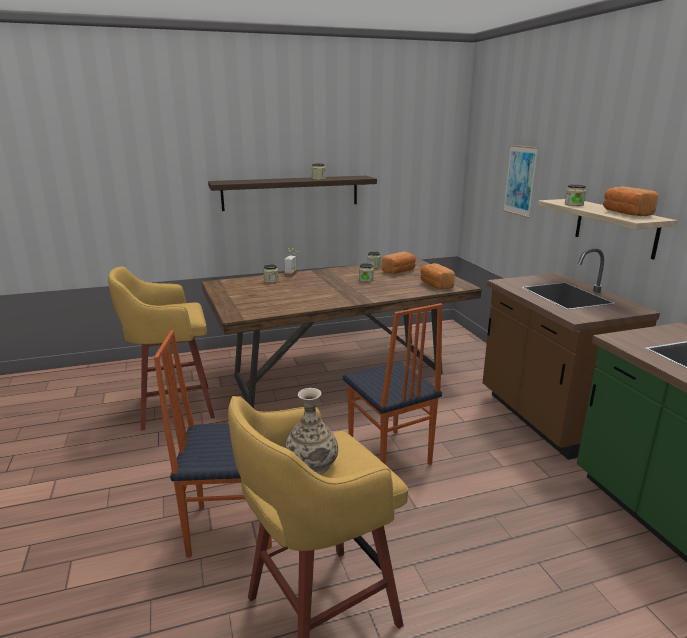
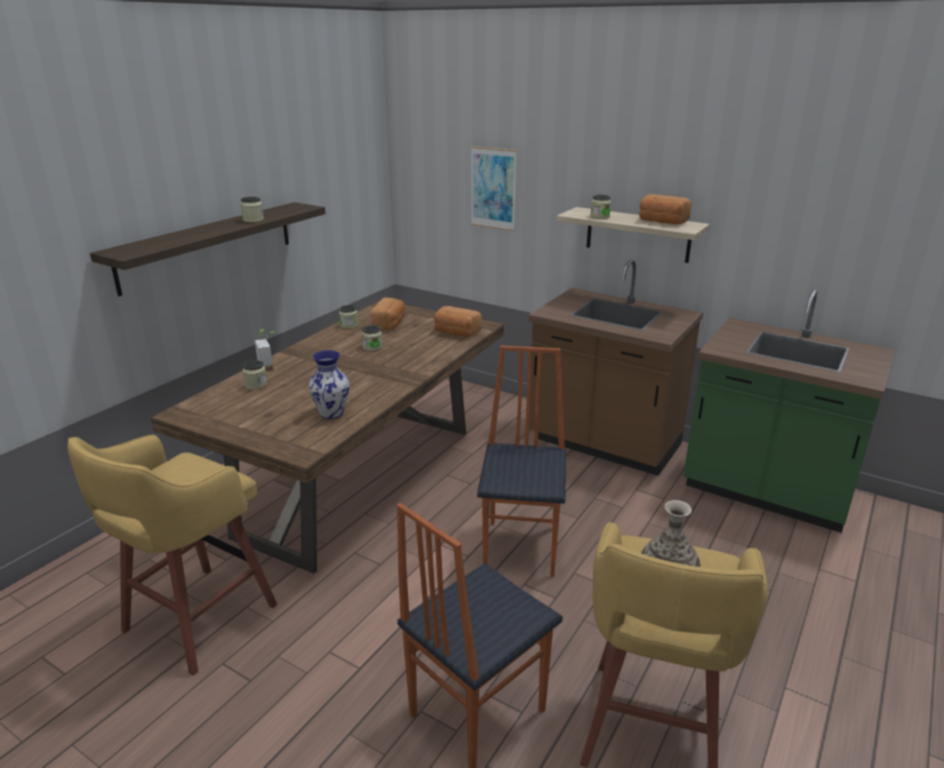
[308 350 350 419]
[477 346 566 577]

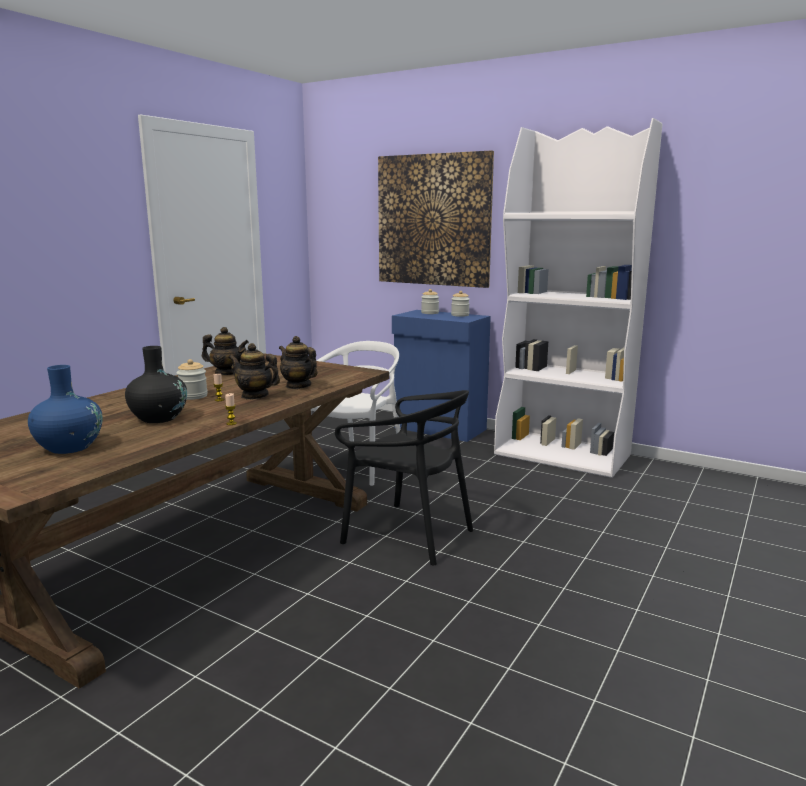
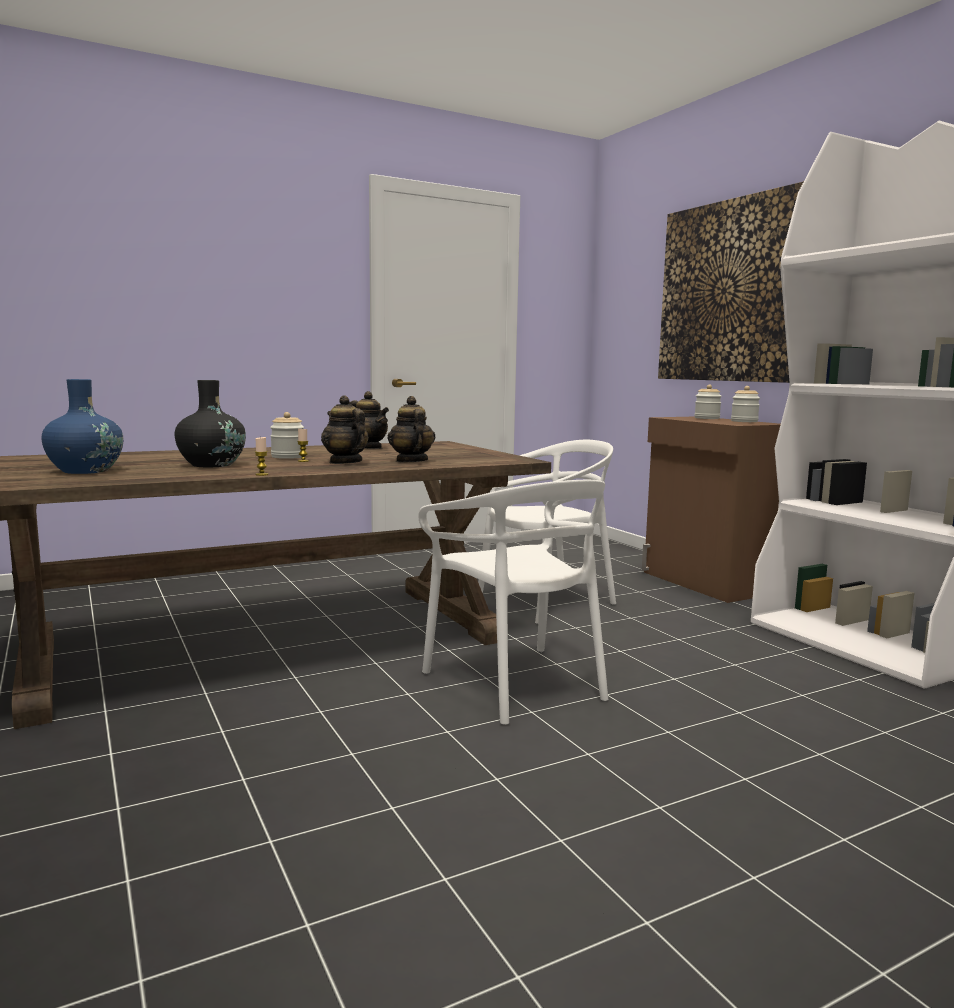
[418 480 608 725]
[642 417 781 603]

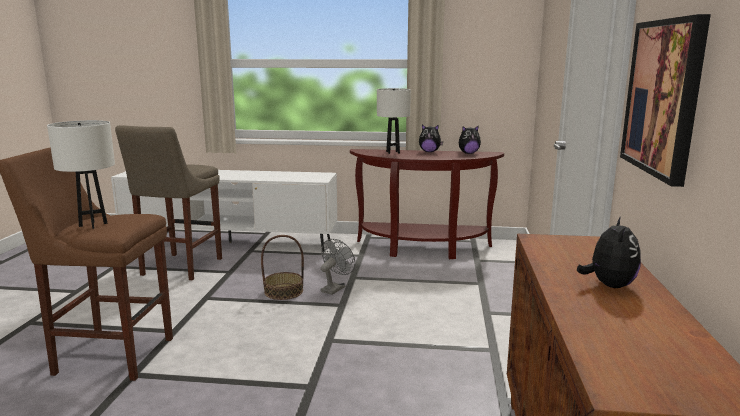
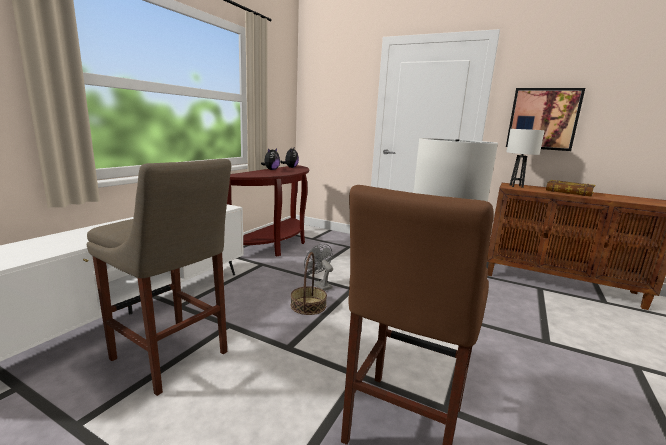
[507 129 545 188]
[546 180 595 196]

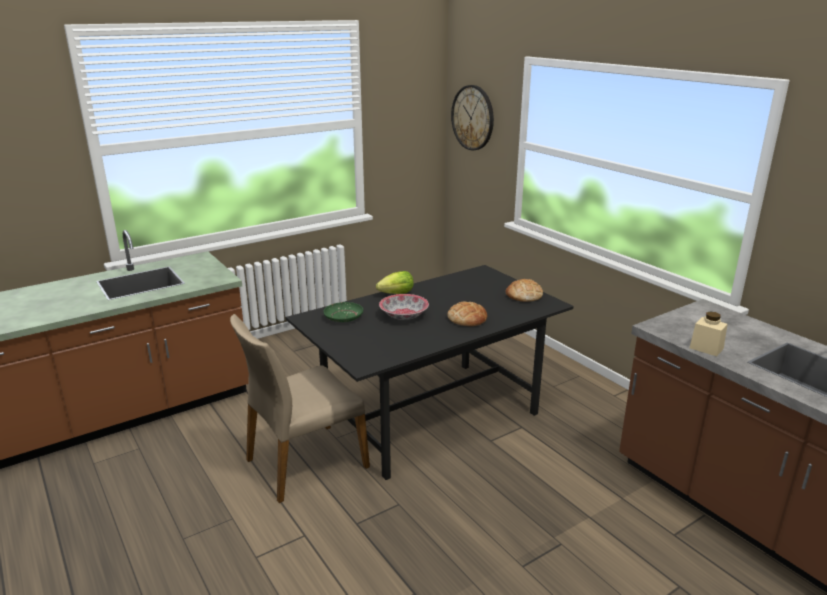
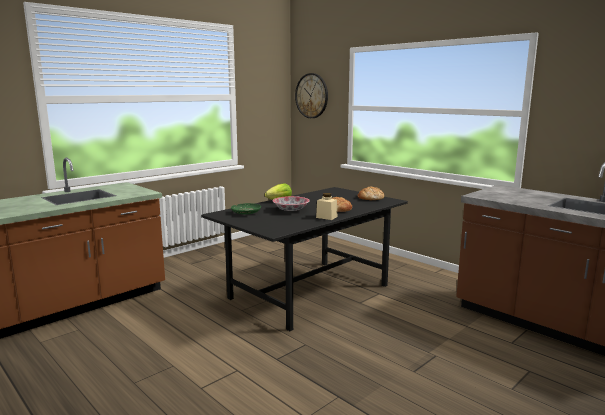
[230 314 370 503] (first image)
[316 193 337 220]

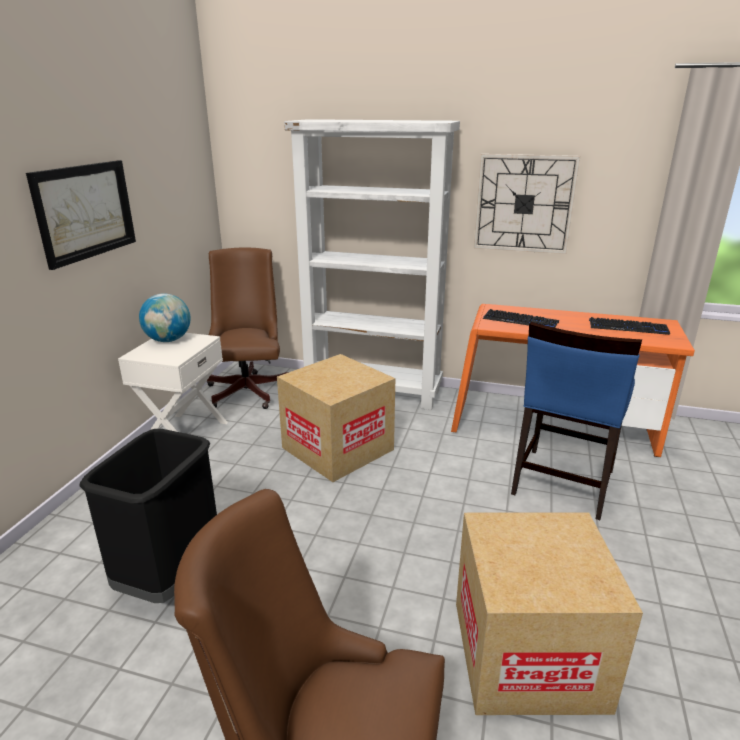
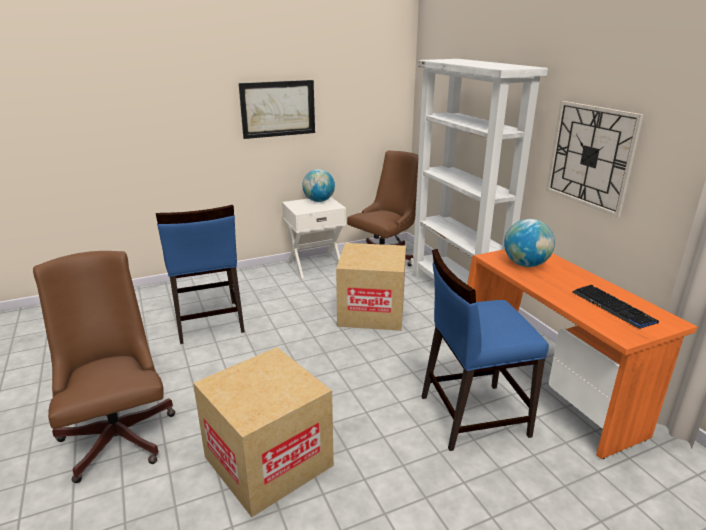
[156 205 245 344]
[504 219 555 267]

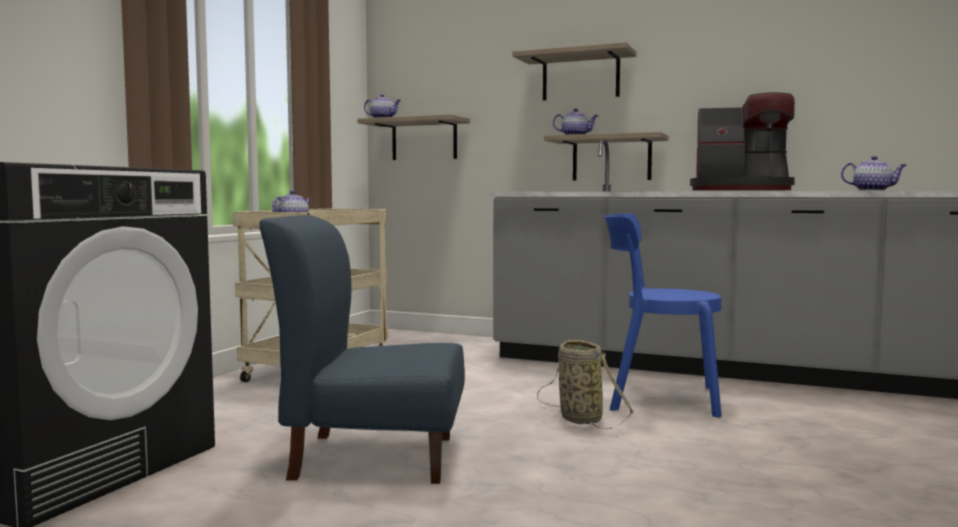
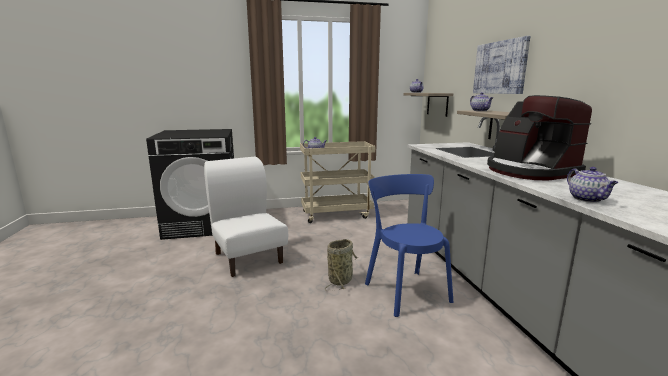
[473 36 530 94]
[204 156 288 277]

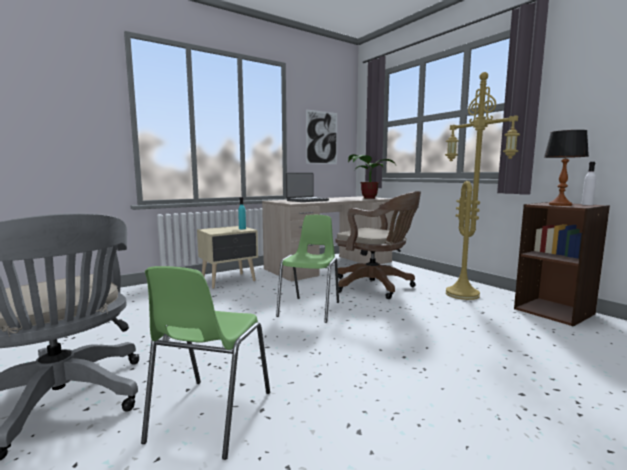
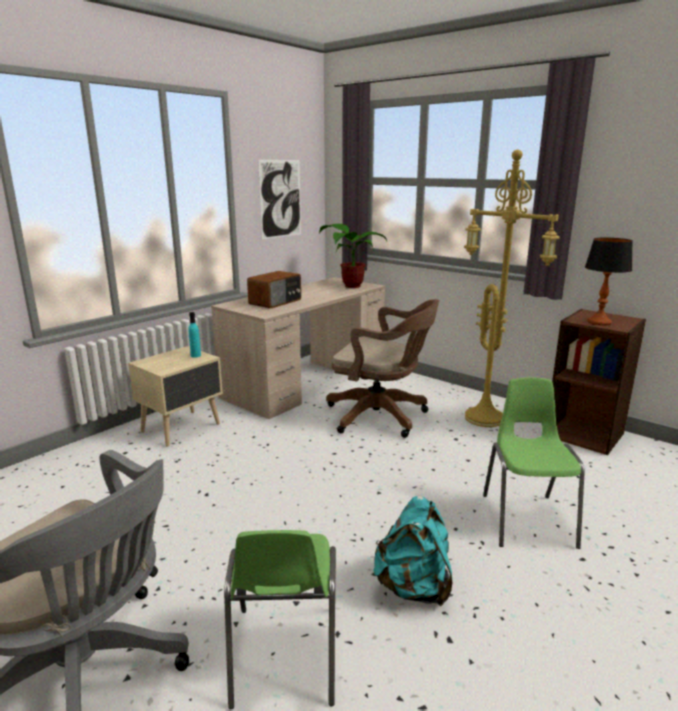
[581 162 596 205] (first image)
[374 496 452 606]
[483 377 585 549]
[247 271 301 308]

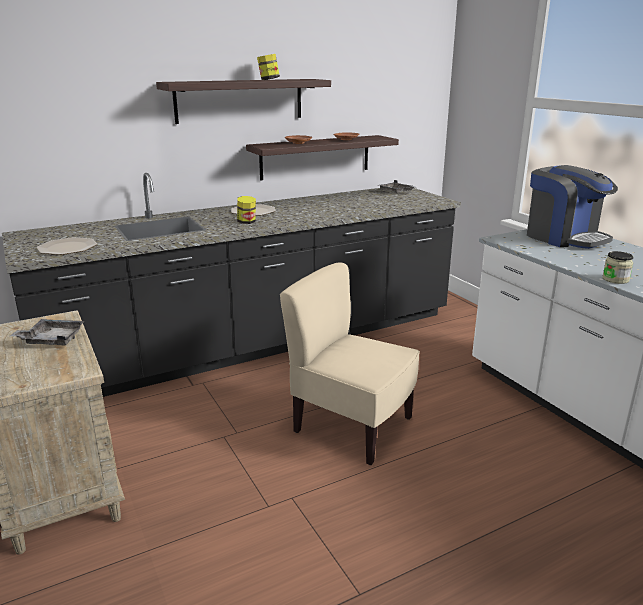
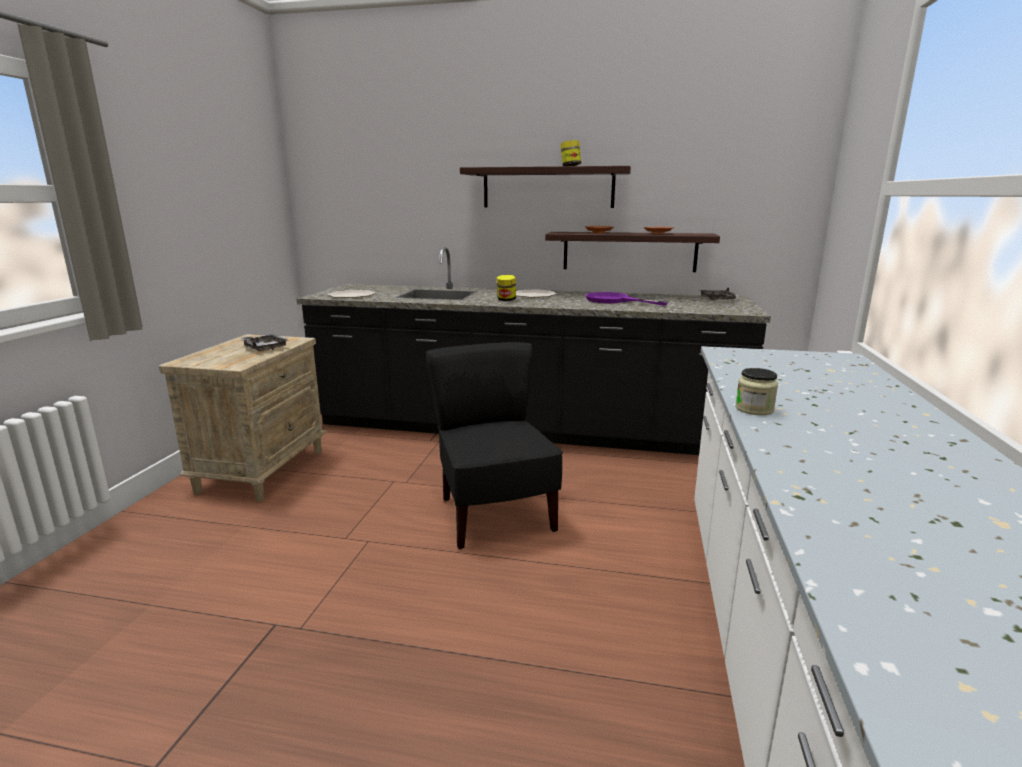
[527 165 618 249] (first image)
[586 292 668 306]
[426 342 563 549]

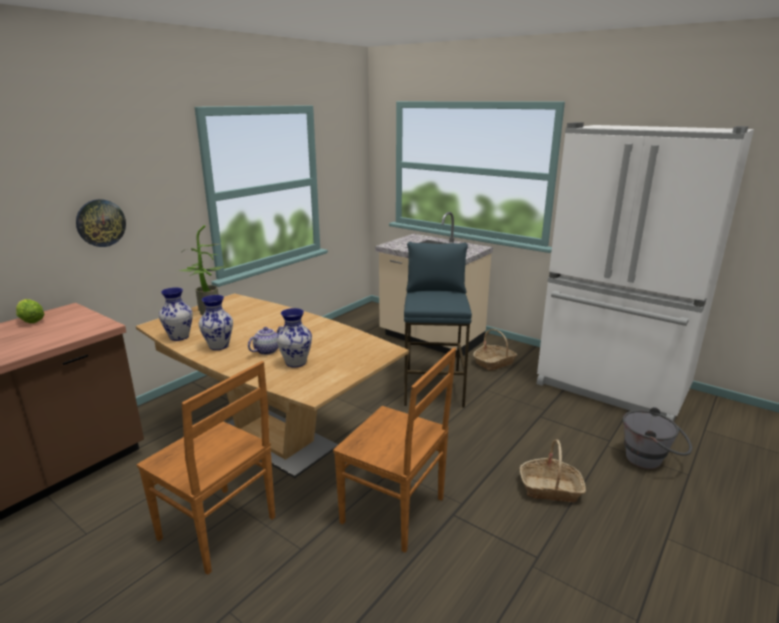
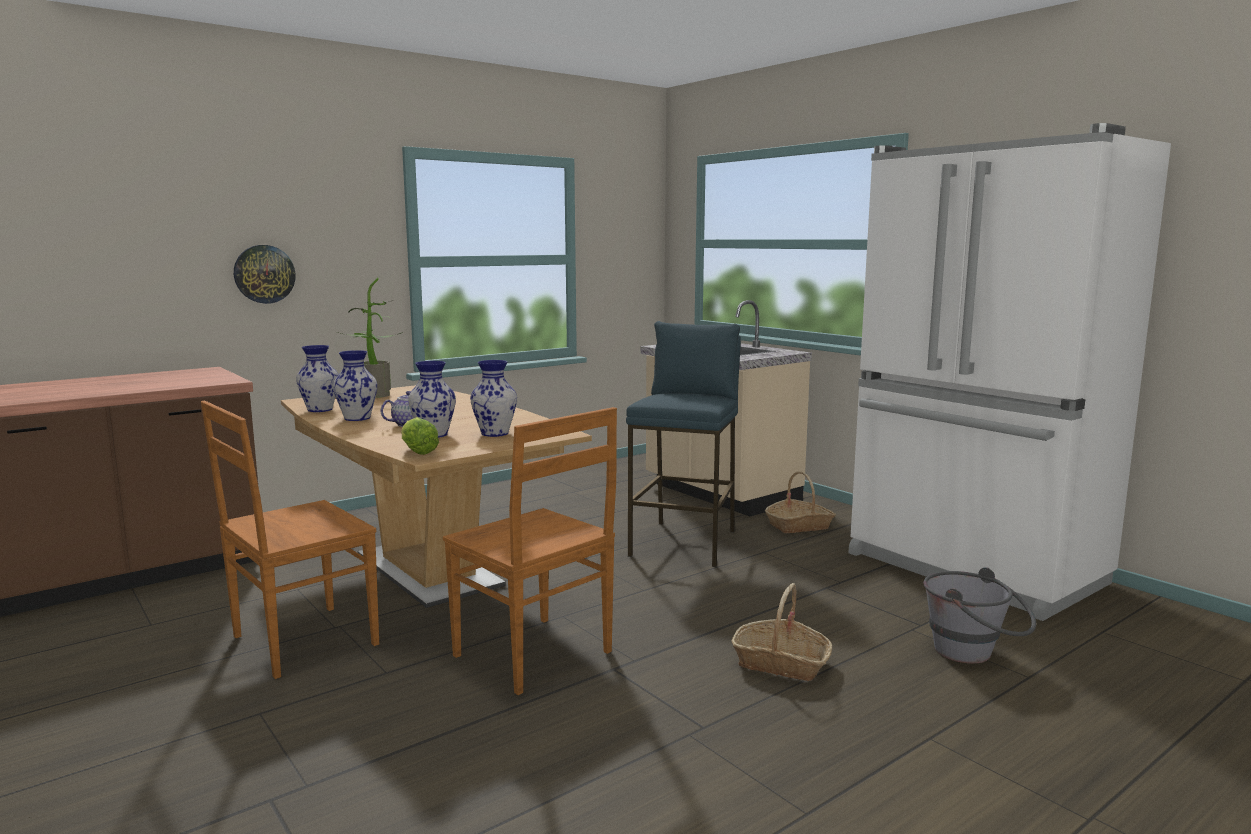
[470 360 517 437]
[401 417 439 455]
[201 400 379 679]

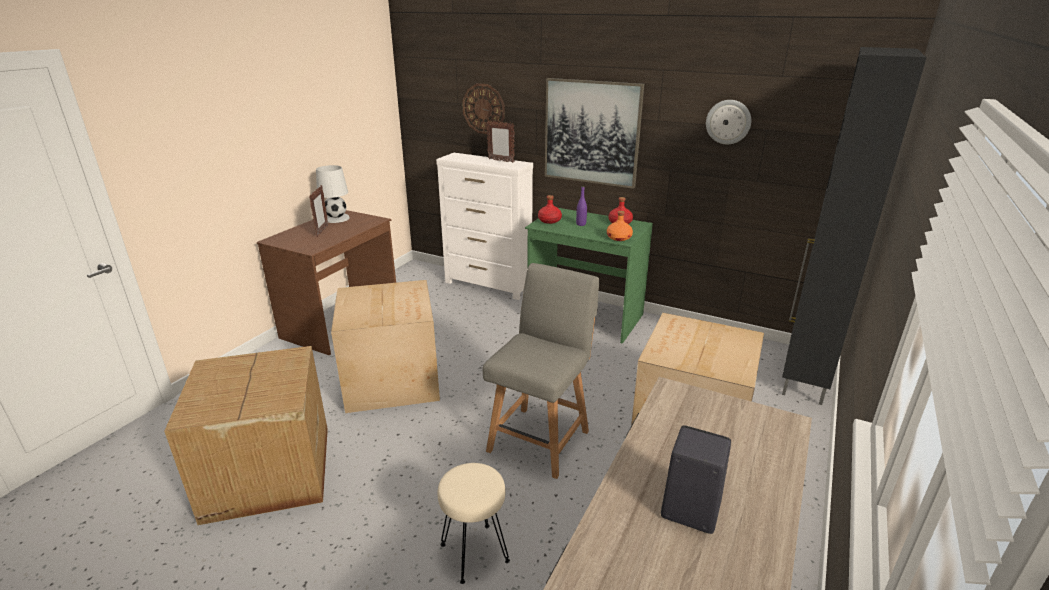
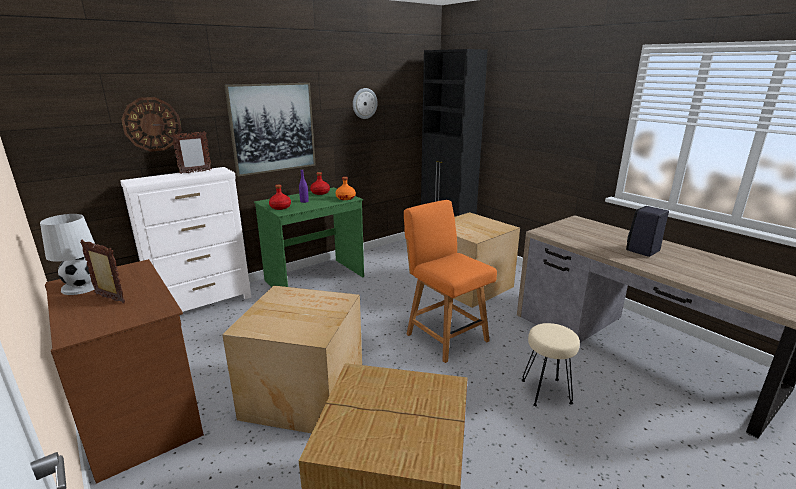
[404 200 497 363]

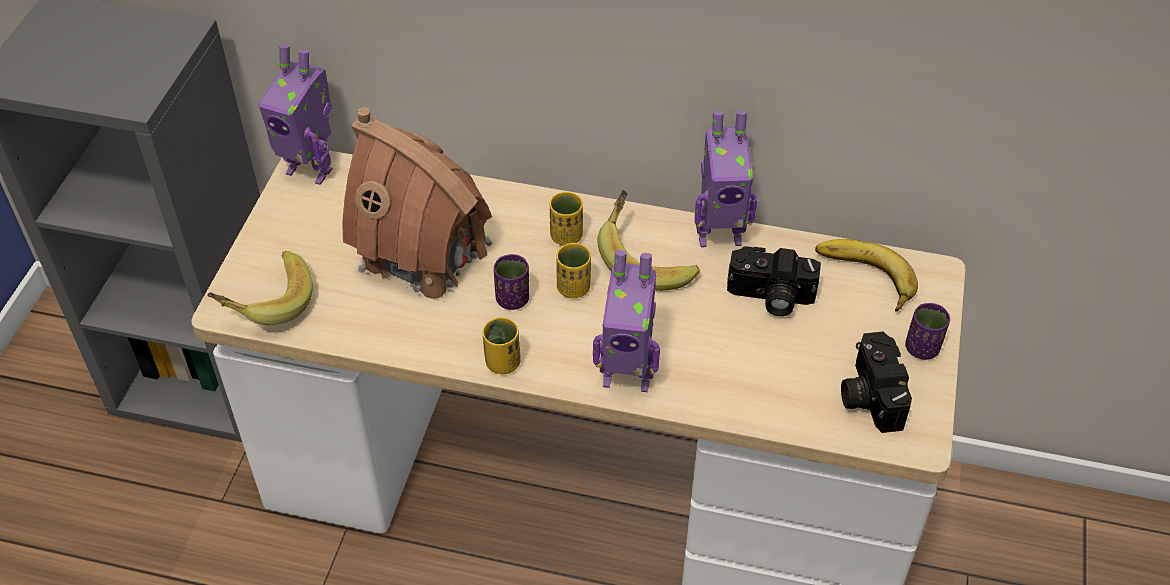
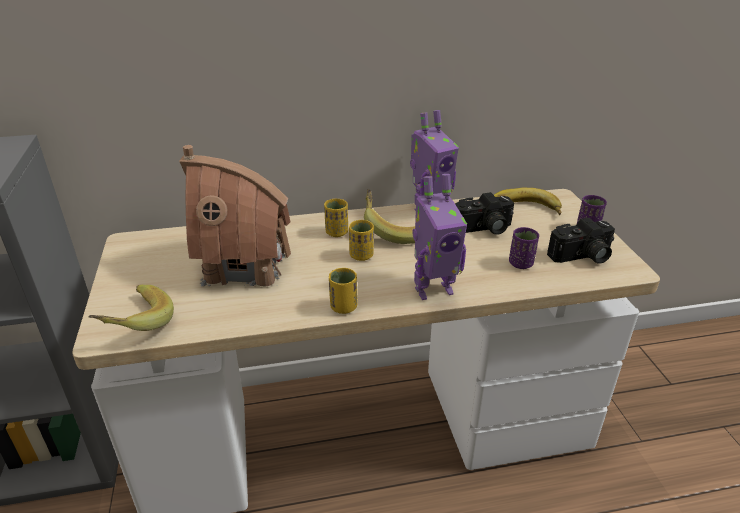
[258 44 333 185] (first image)
[509 227 539 269]
[547 218 615 264]

